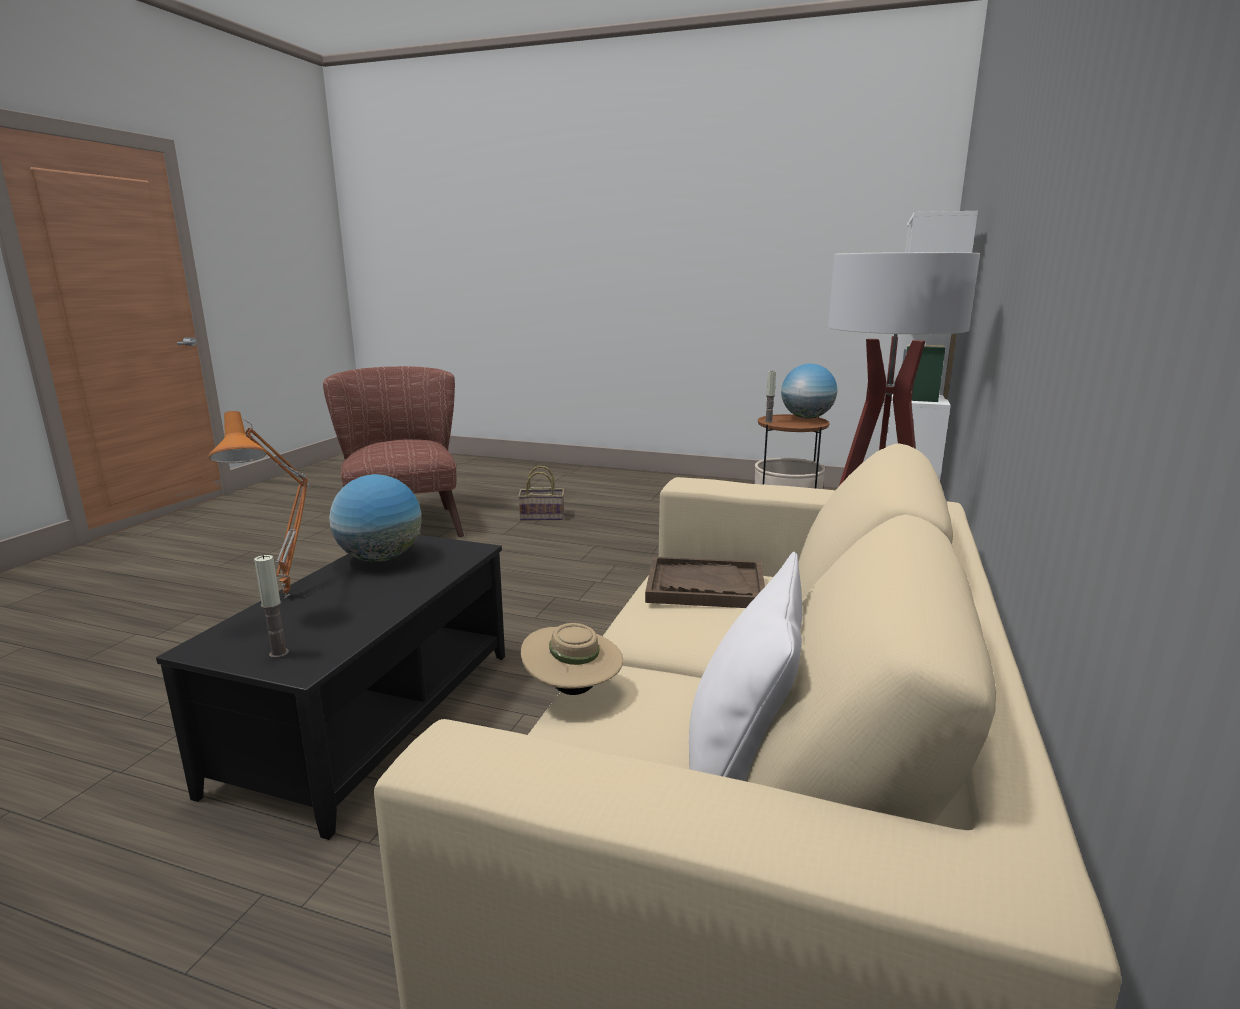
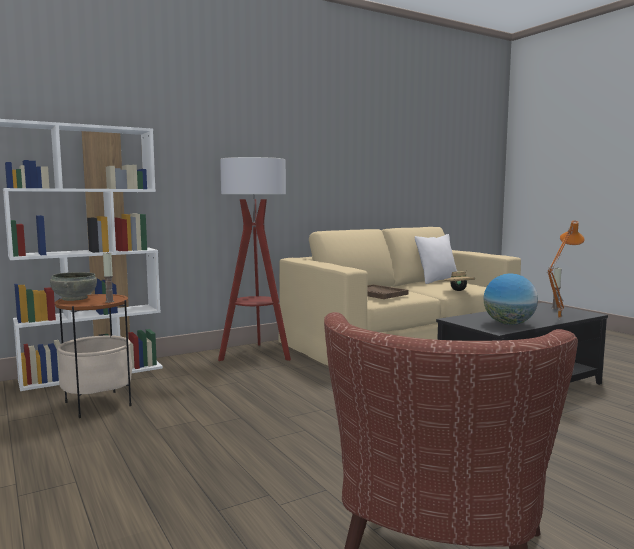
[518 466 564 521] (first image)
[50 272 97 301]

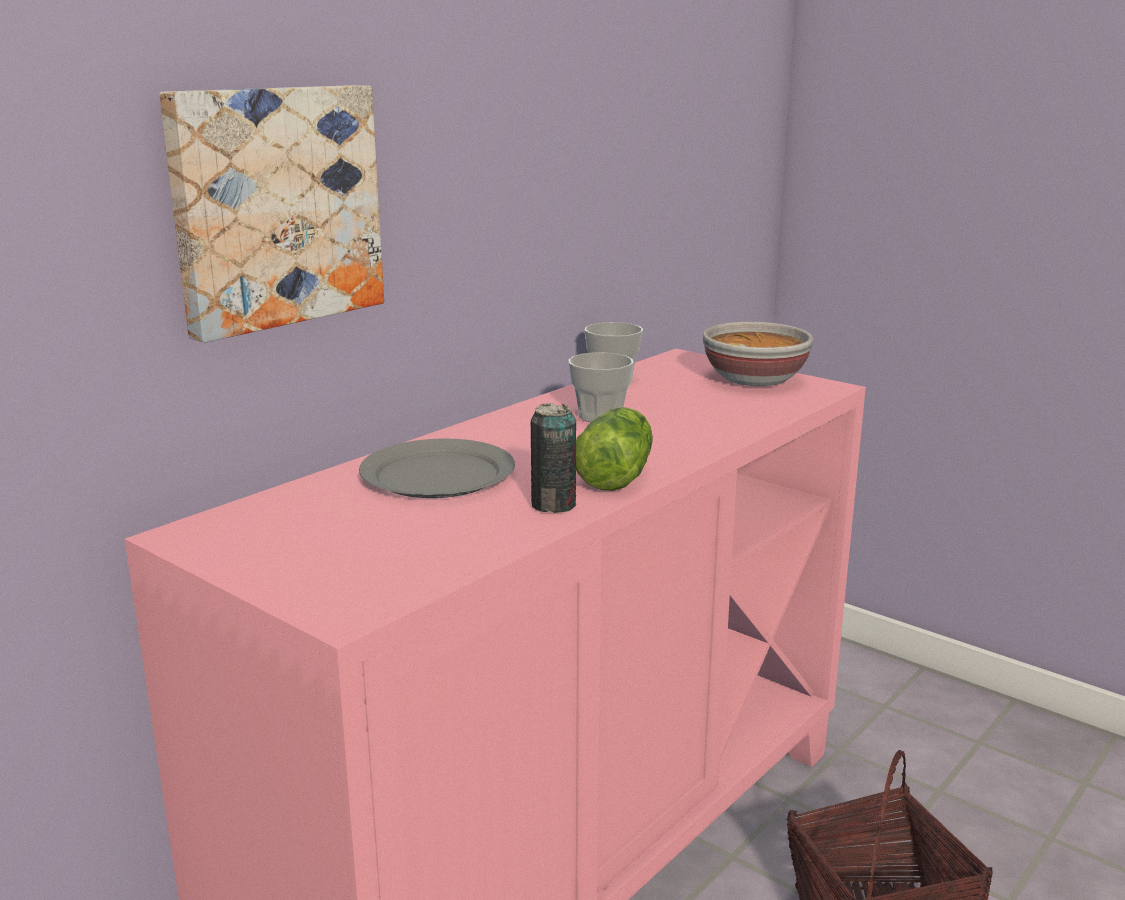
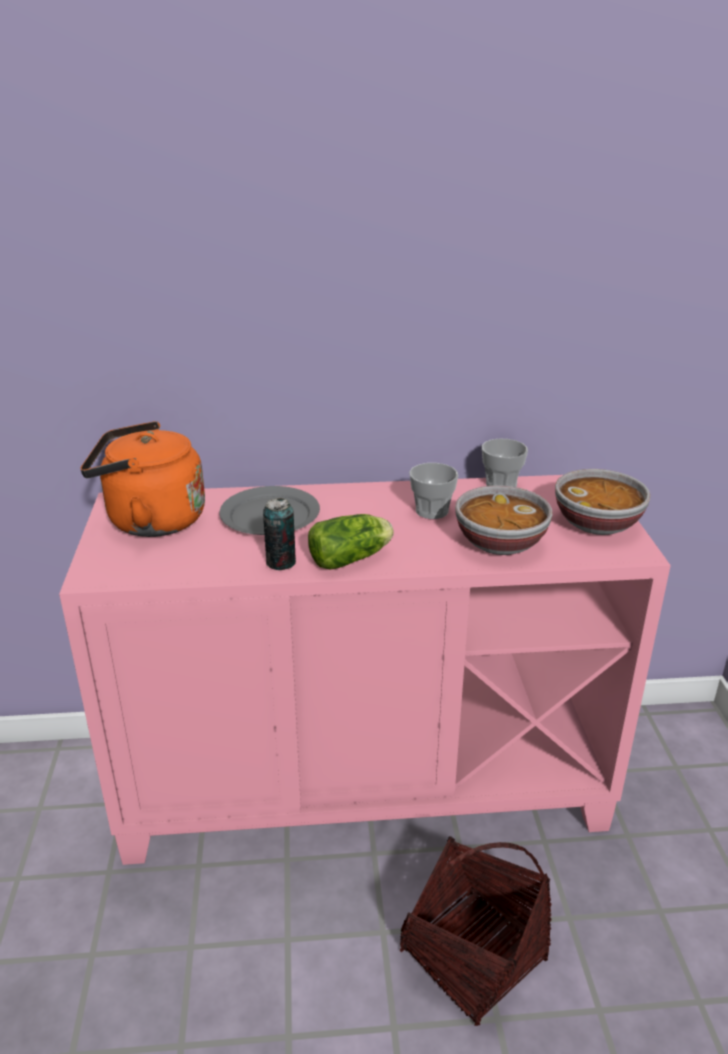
[159 85 384 343] (first image)
[80 421 205 537]
[455 485 553 555]

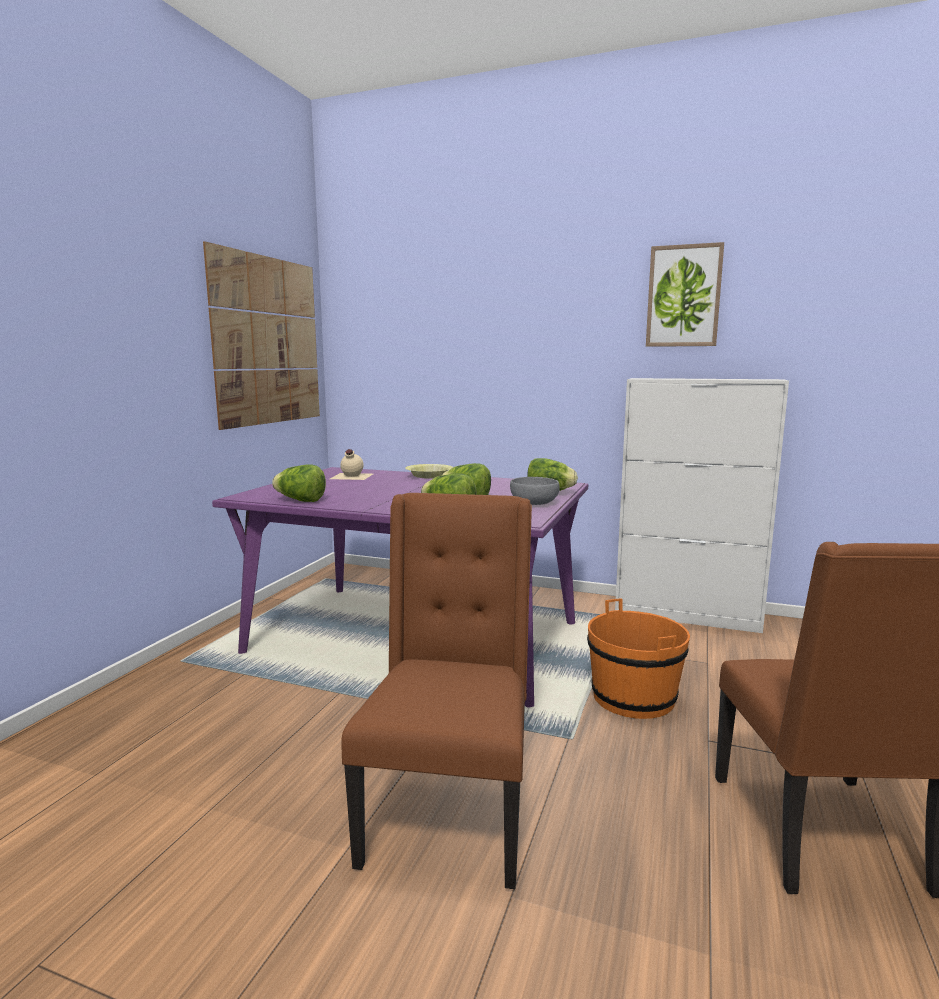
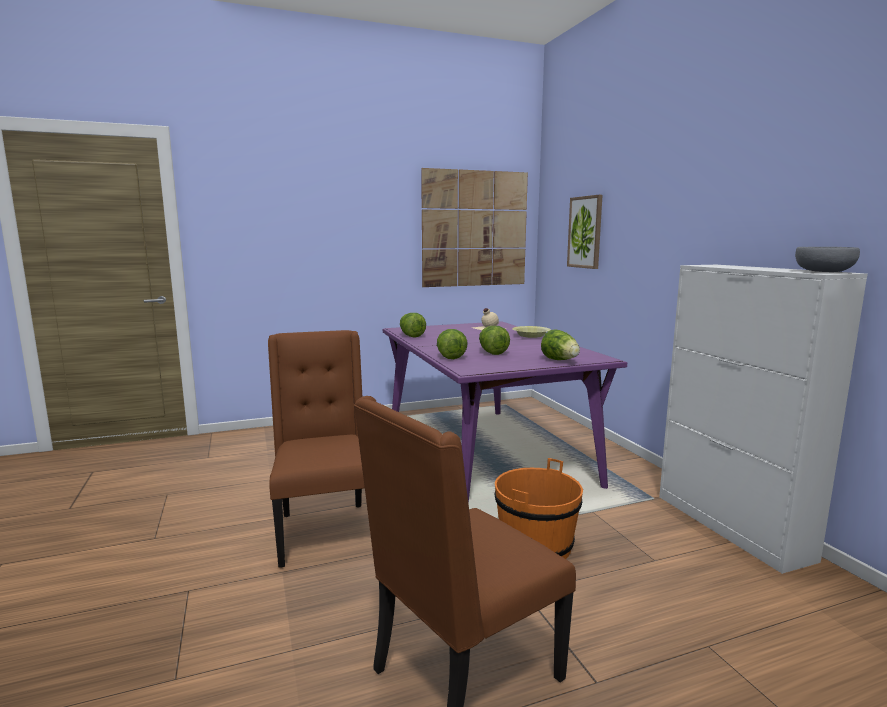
[795 247 860 272]
[567 195 603 269]
[268 330 365 568]

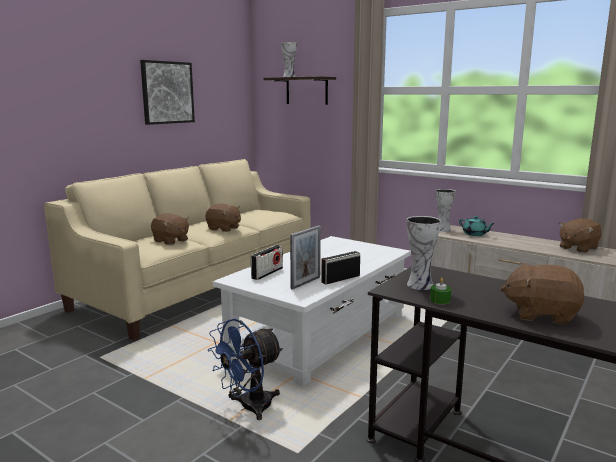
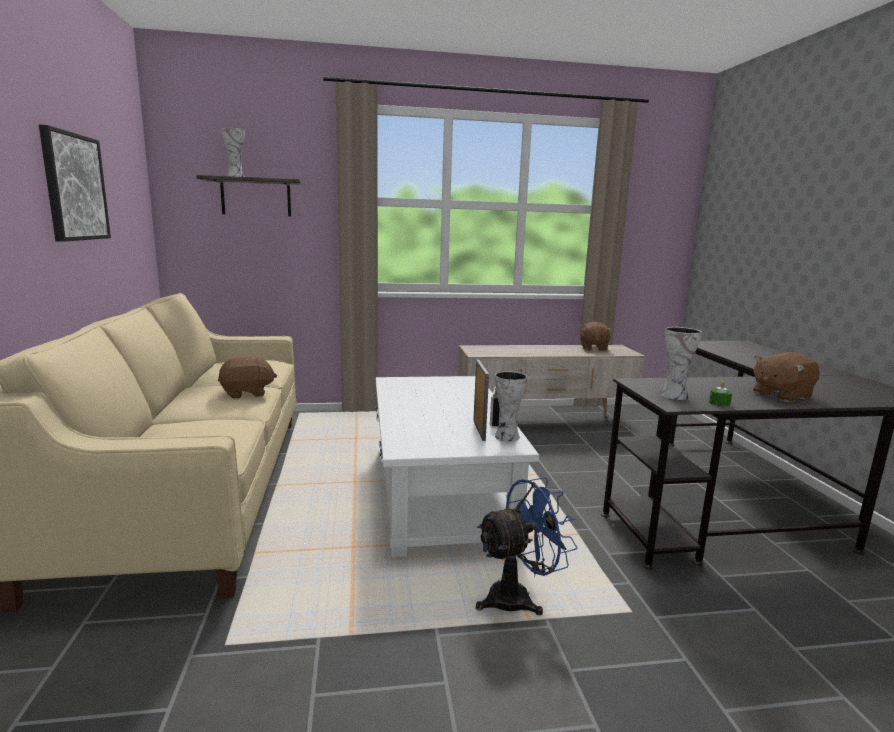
[151 213 189 245] (first image)
[251 245 283 280] (first image)
[459 216 495 236] (first image)
[495 371 527 442]
[475 477 578 616]

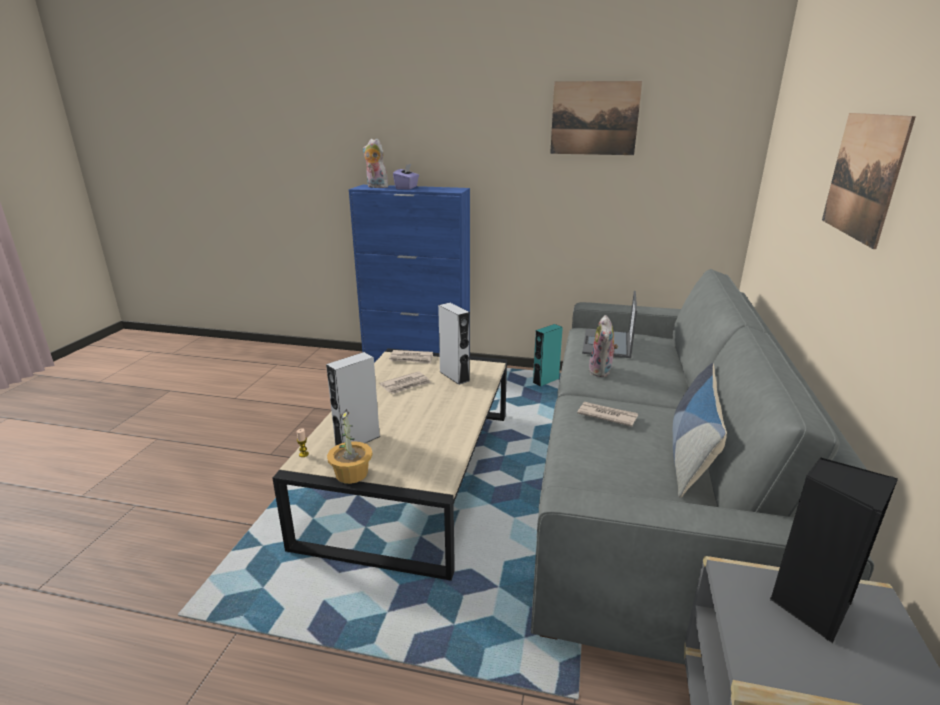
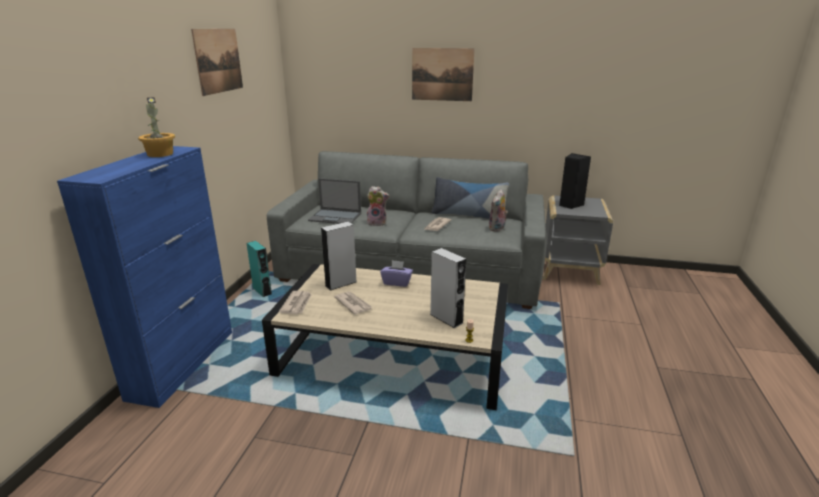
[138 97 175 157]
[489 189 508 232]
[380 260 413 287]

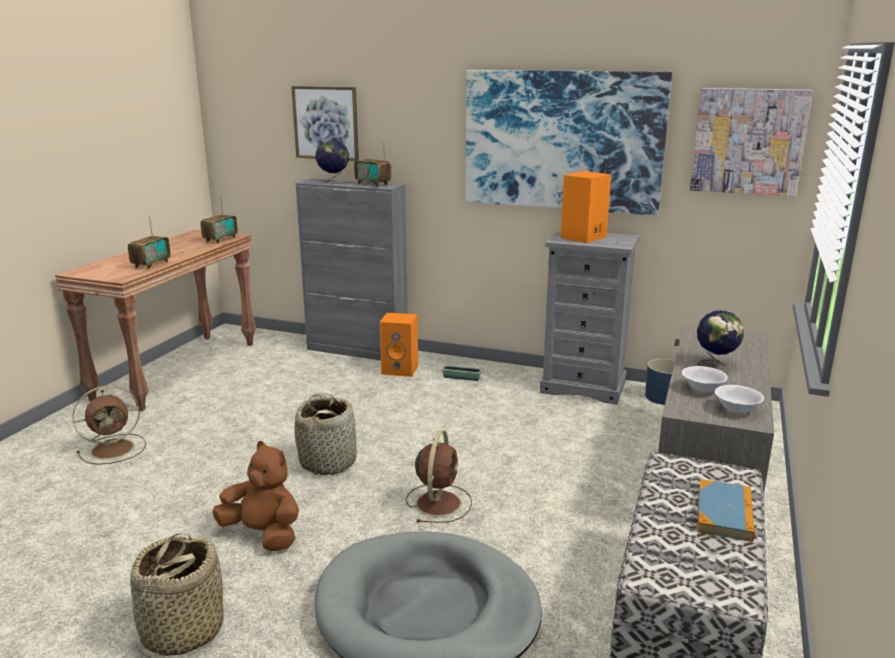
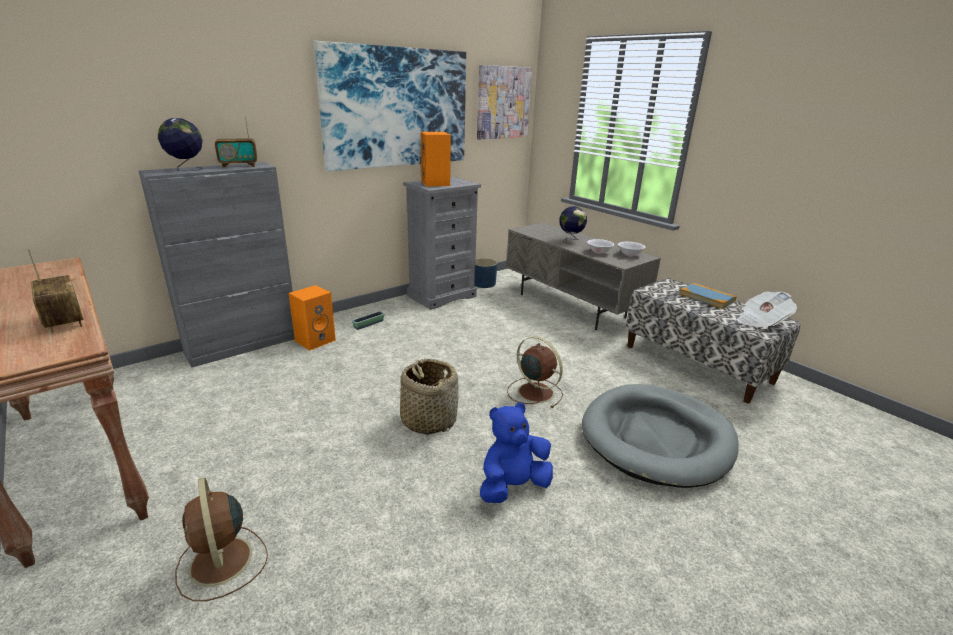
[130 531 223 657] (first image)
[200 197 238 244] (first image)
[291 86 359 161] (first image)
[737 292 797 329]
[480 402 553 503]
[175 477 268 601]

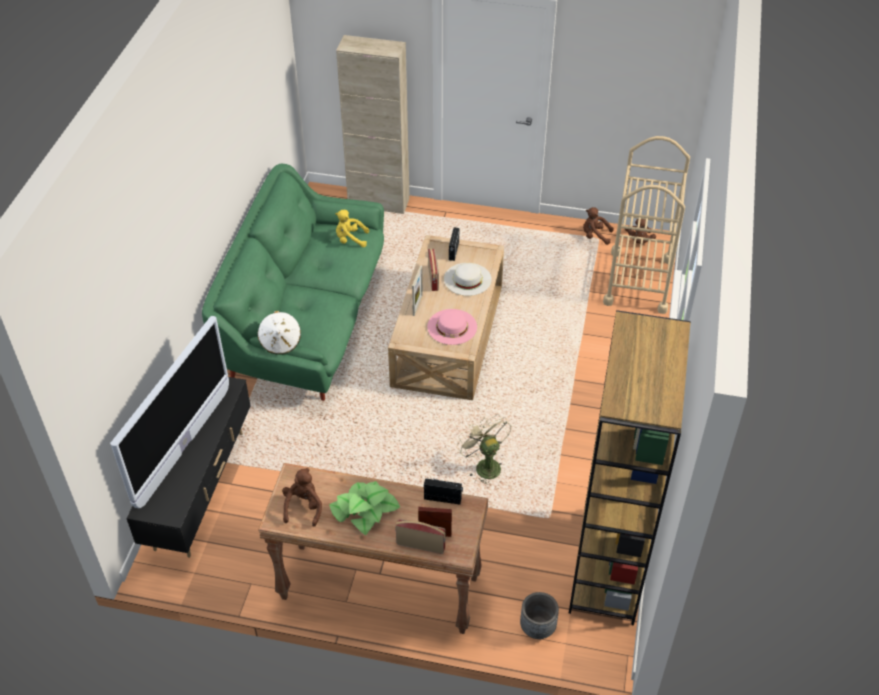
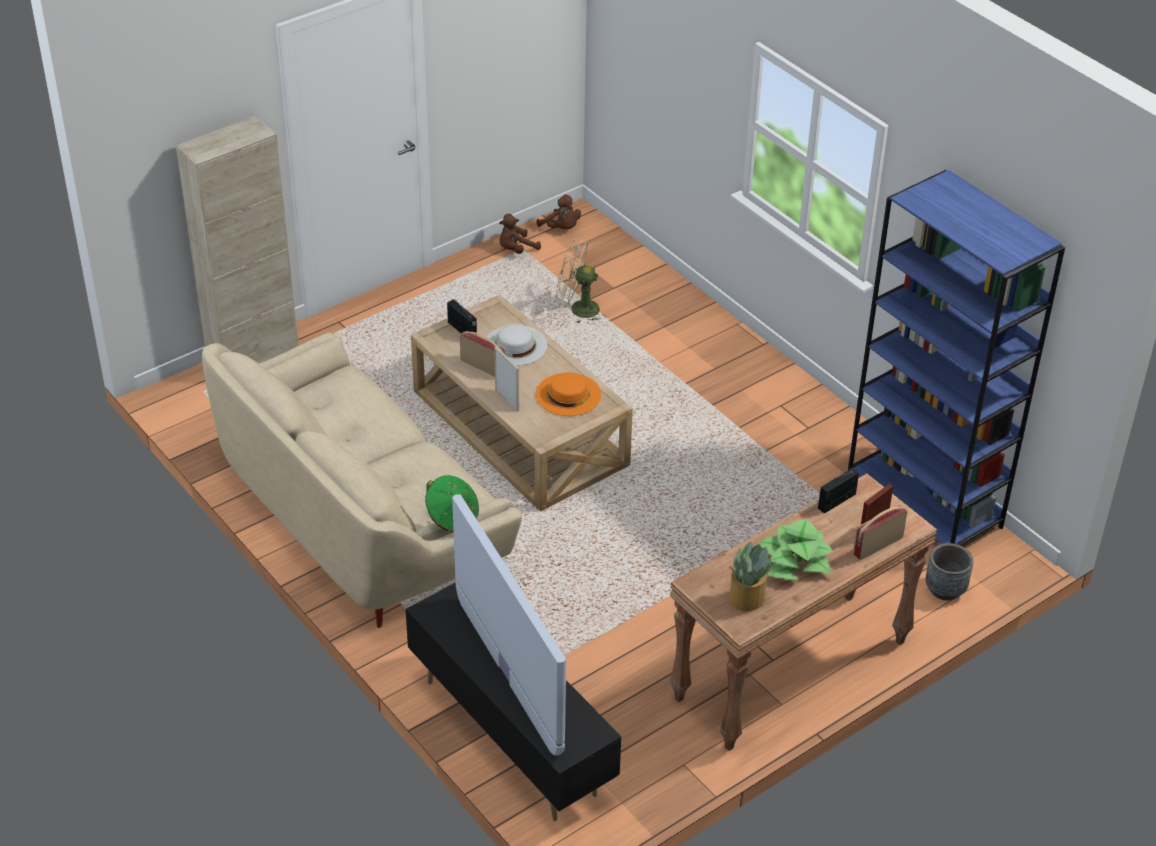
[335 210 369 247] (first image)
[603 136 690 314] (first image)
[556 239 606 324]
[729 541 771 611]
[202 333 522 628]
[425 475 479 532]
[536 372 601 416]
[848 170 1065 546]

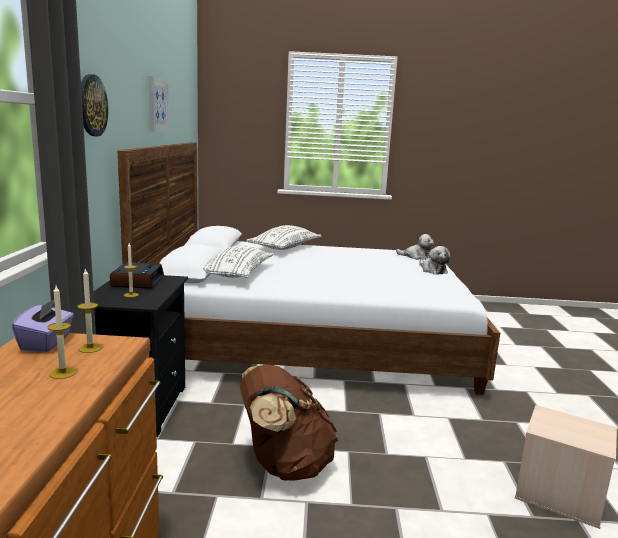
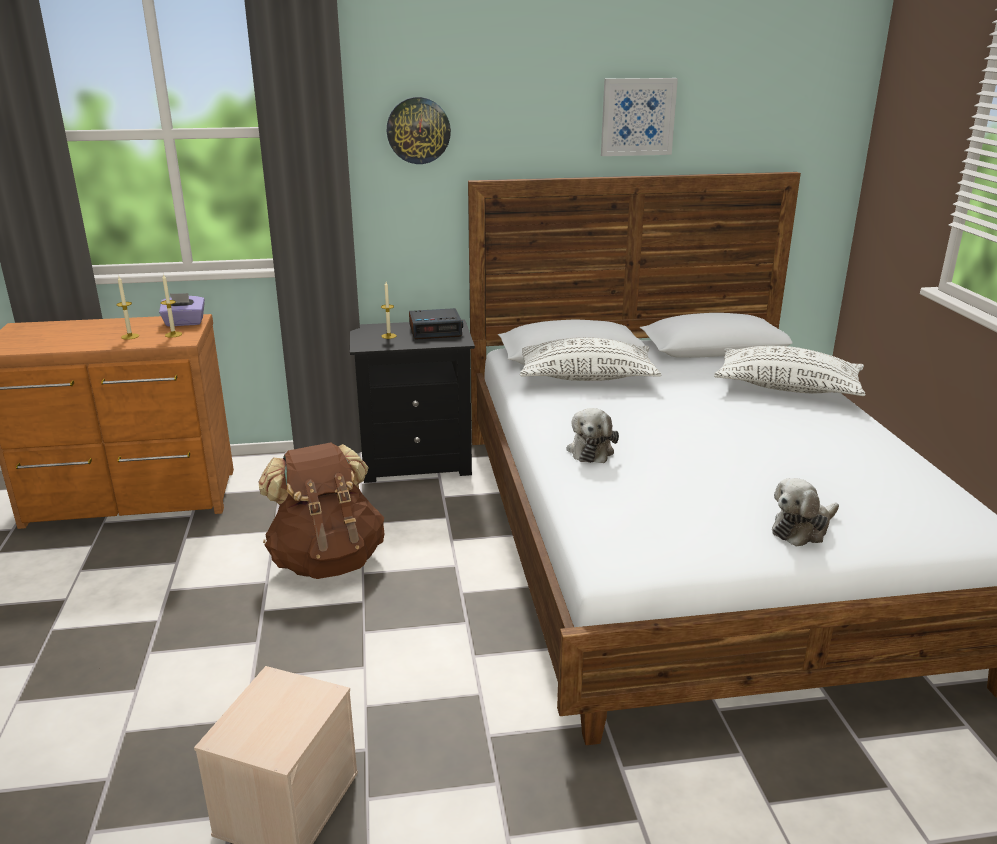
[567 408 619 463]

